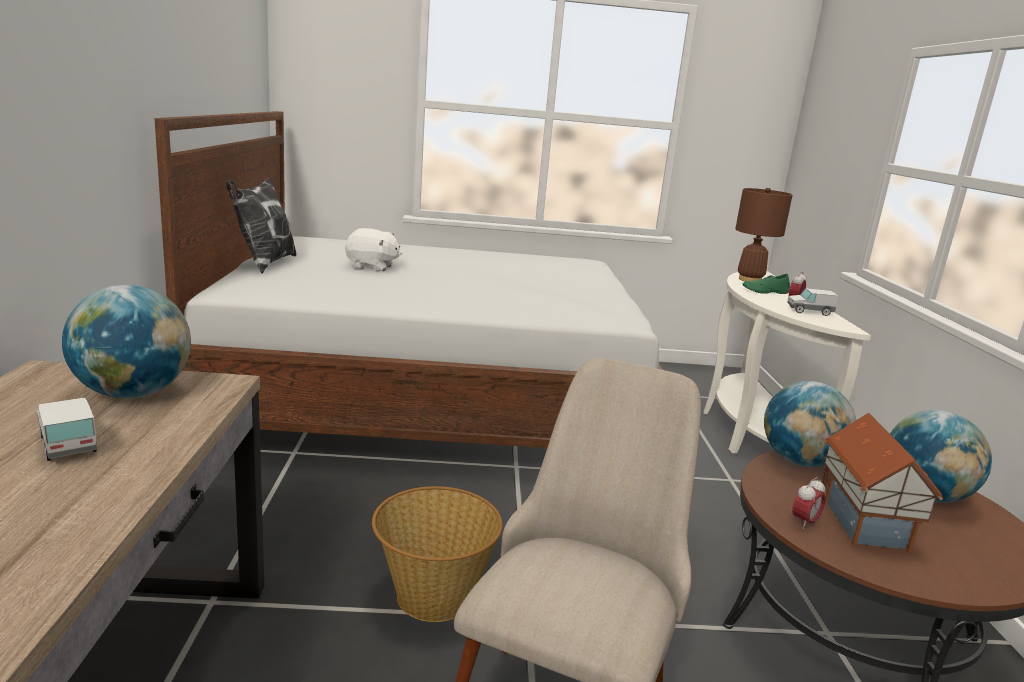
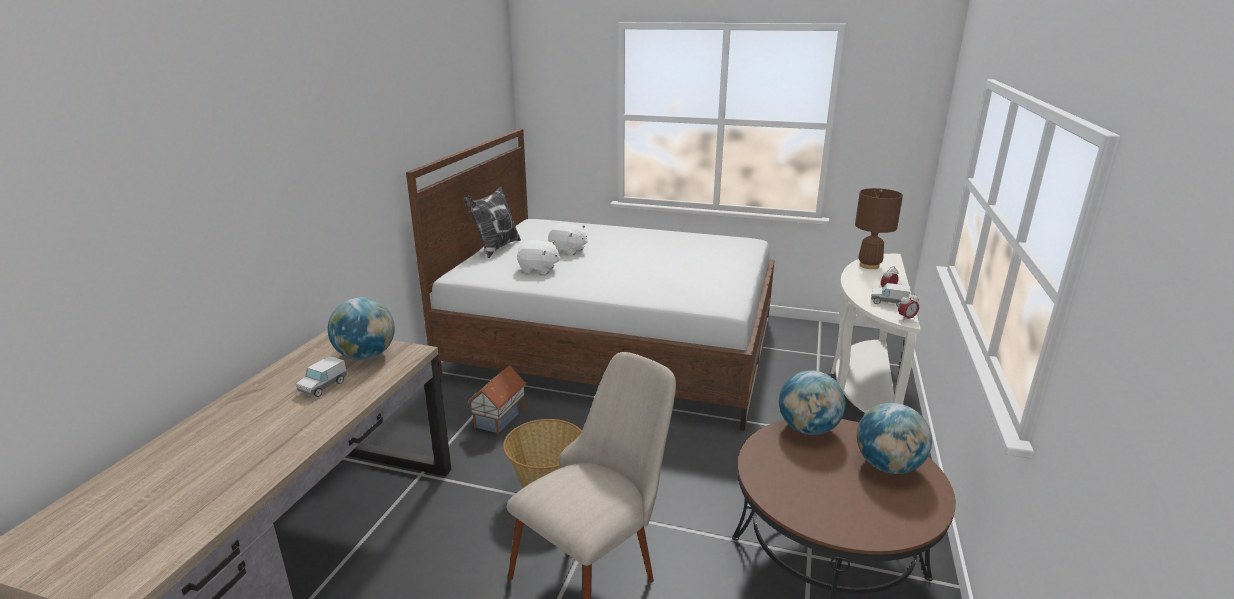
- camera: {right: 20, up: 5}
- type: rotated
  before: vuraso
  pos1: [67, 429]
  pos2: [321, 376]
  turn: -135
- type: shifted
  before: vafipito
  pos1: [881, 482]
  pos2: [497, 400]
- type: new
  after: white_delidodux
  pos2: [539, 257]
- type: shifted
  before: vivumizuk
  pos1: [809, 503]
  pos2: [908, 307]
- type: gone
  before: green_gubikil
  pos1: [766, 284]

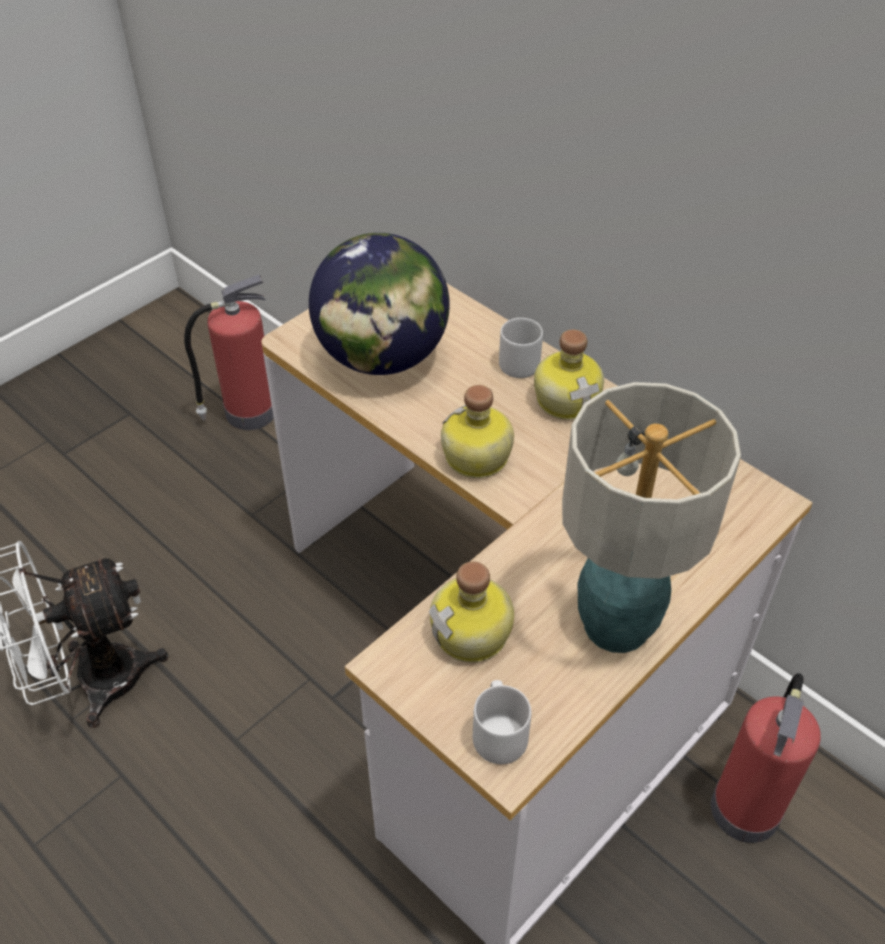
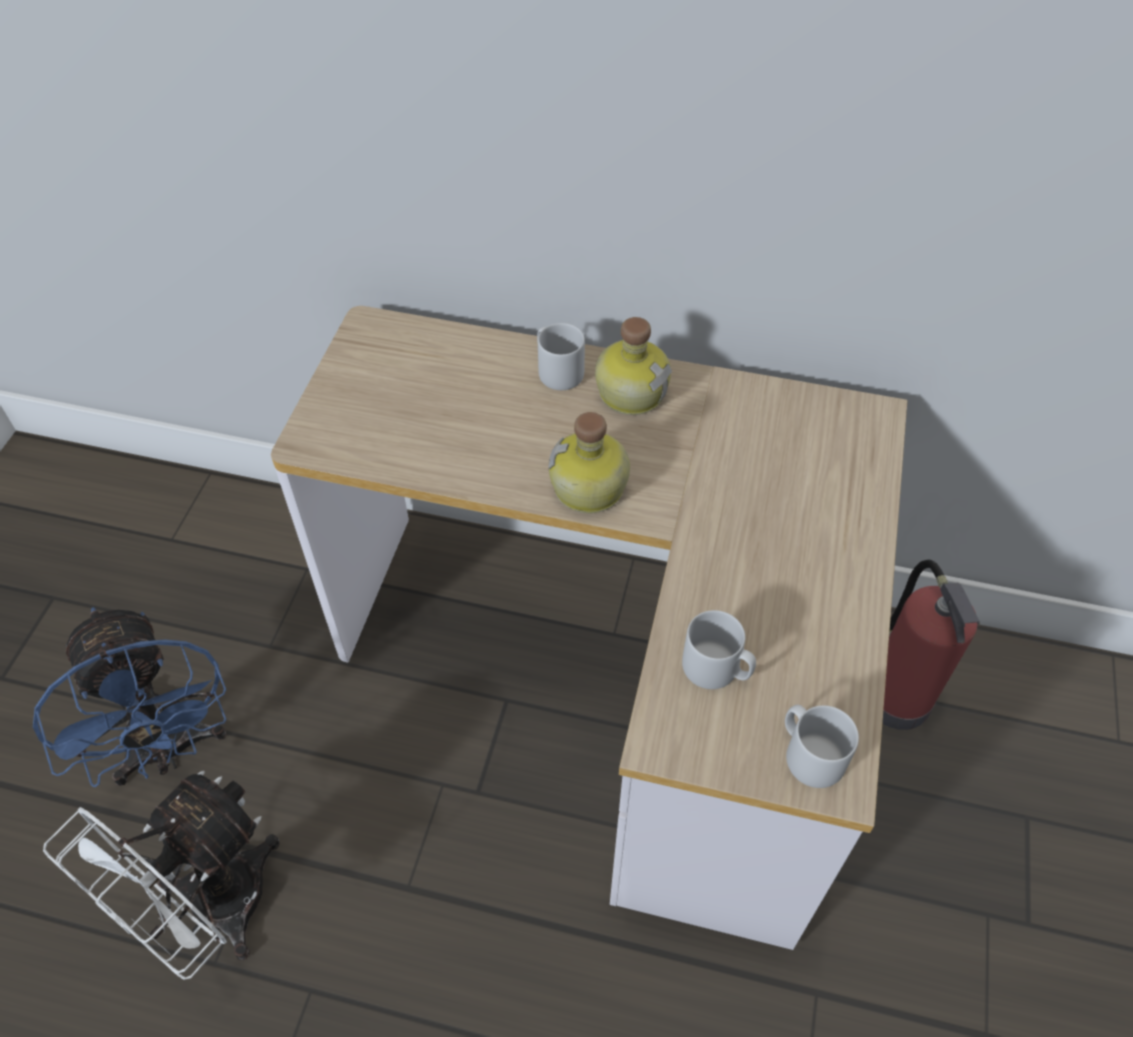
- camera: {right: -30, up: 5}
- type: new
  after: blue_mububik
  pos2: [130, 697]
- type: swapped
  before: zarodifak
  after: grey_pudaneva
  pos1: [471, 612]
  pos2: [719, 649]
- type: gone
  before: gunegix
  pos1: [229, 352]
- type: gone
  before: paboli
  pos1: [379, 304]
- type: gone
  before: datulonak
  pos1: [651, 517]

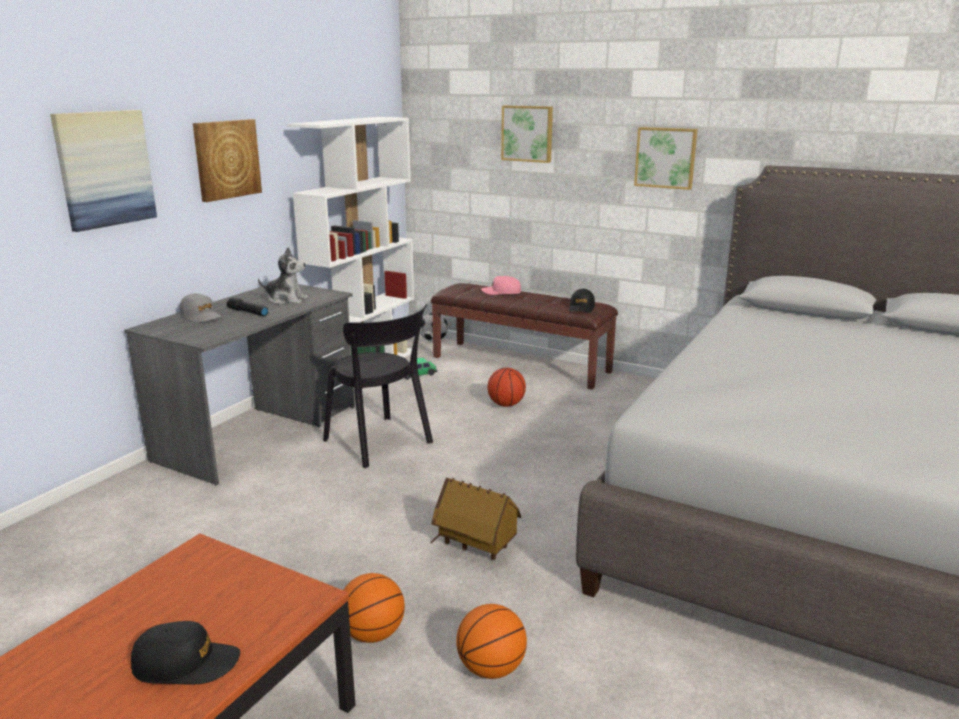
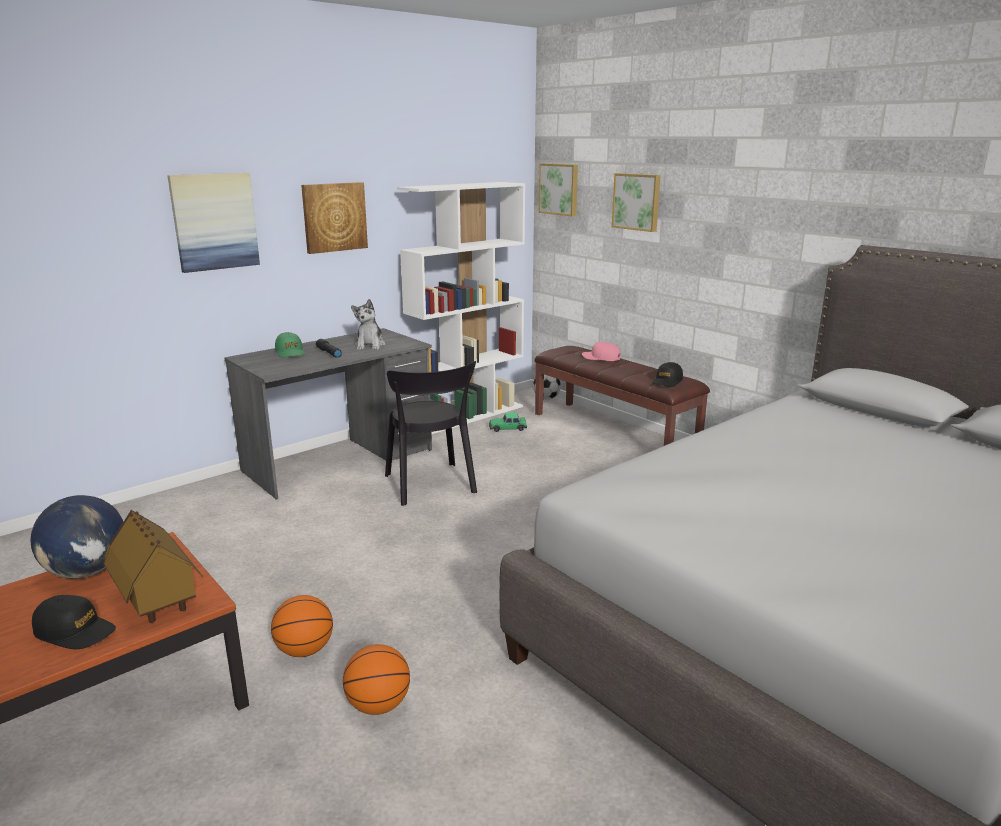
- camera: {right: 20, up: 0}
- type: new
  after: paboli
  pos2: [76, 537]
- type: shifted
  before: vafipito
  pos1: [476, 519]
  pos2: [153, 566]
- type: repainted
  before: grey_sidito
  after: green_sidito
  pos1: [201, 308]
  pos2: [290, 345]
- type: rotated
  before: delidodux
  pos1: [283, 276]
  pos2: [368, 324]
  turn: 60
- type: shifted
  before: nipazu
  pos1: [665, 158]
  pos2: [558, 189]
- type: gone
  before: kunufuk
  pos1: [507, 387]

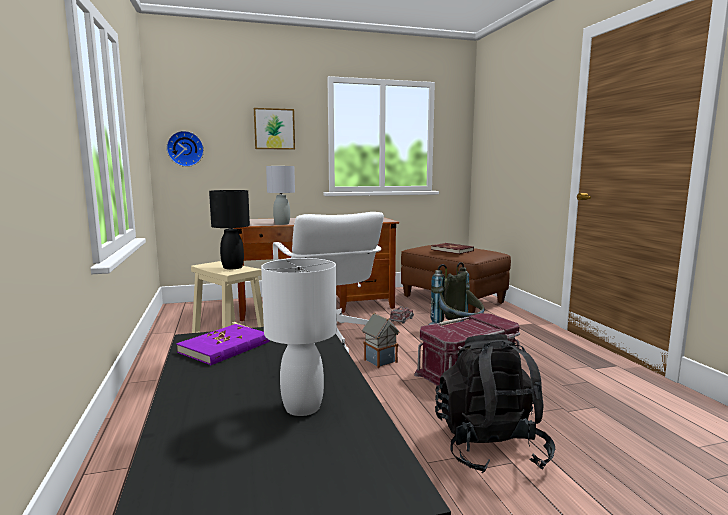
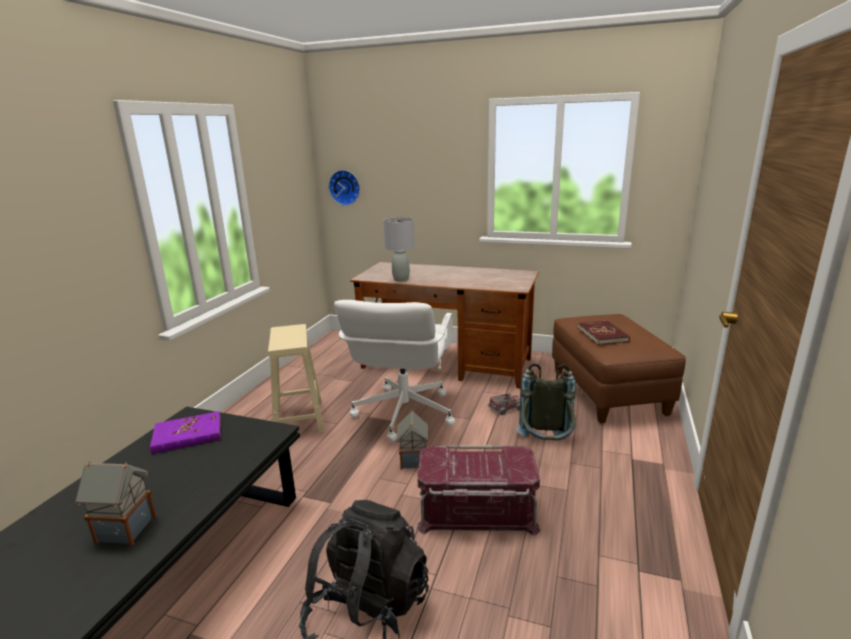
- camera: {right: 35, up: 10}
- type: swapped
  before: white_datulonak
  after: vafipito
  pos1: [299, 337]
  pos2: [116, 503]
- type: gone
  before: black_datulonak
  pos1: [229, 229]
- type: gone
  before: nipazu
  pos1: [274, 129]

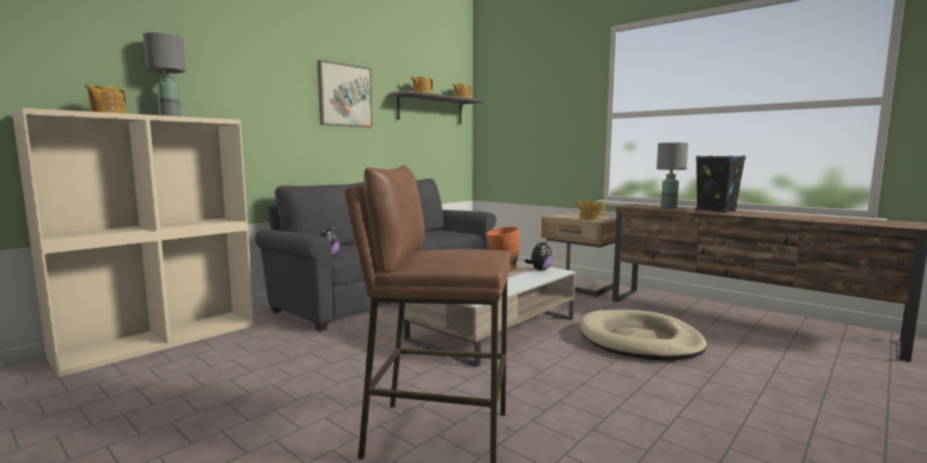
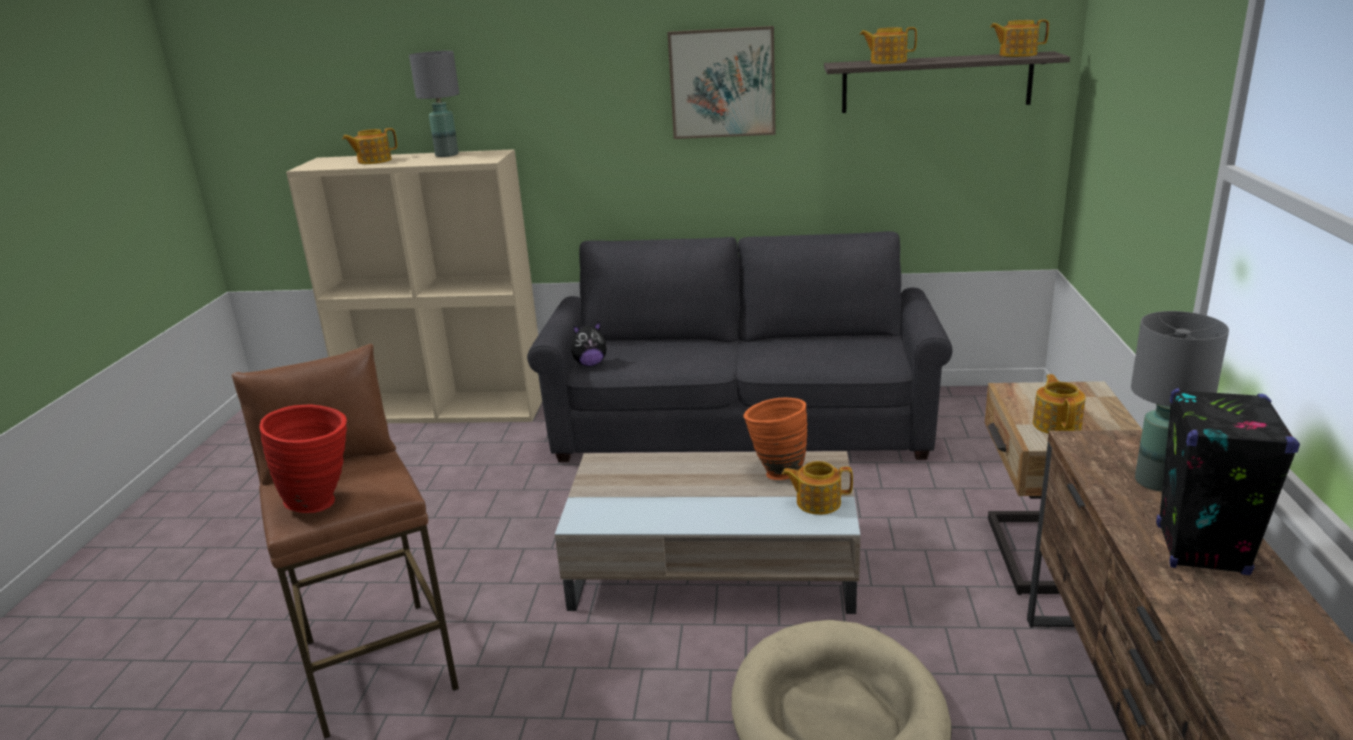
- camera: {right: 55, up: 15}
- type: new
  after: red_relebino
  pos2: [303, 458]
- type: swapped
  before: delidodux
  after: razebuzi
  pos1: [539, 255]
  pos2: [817, 488]

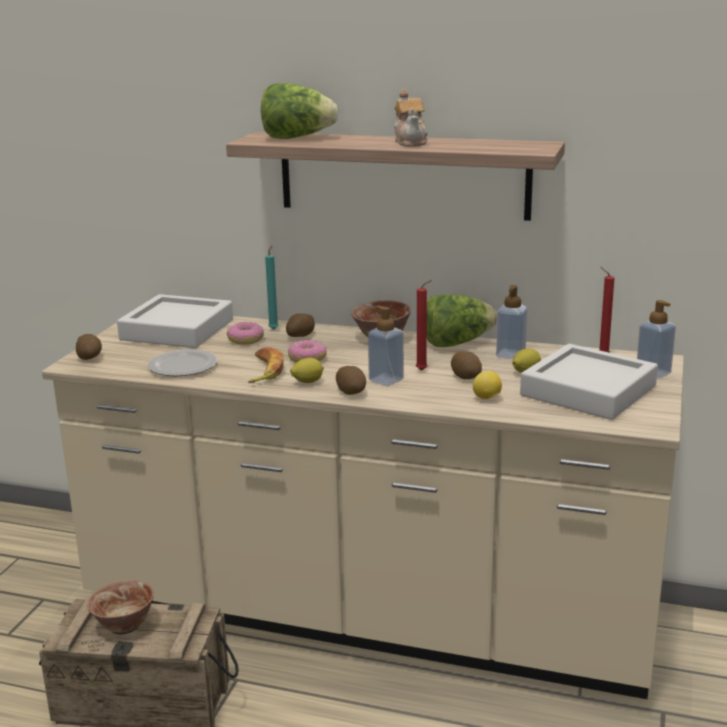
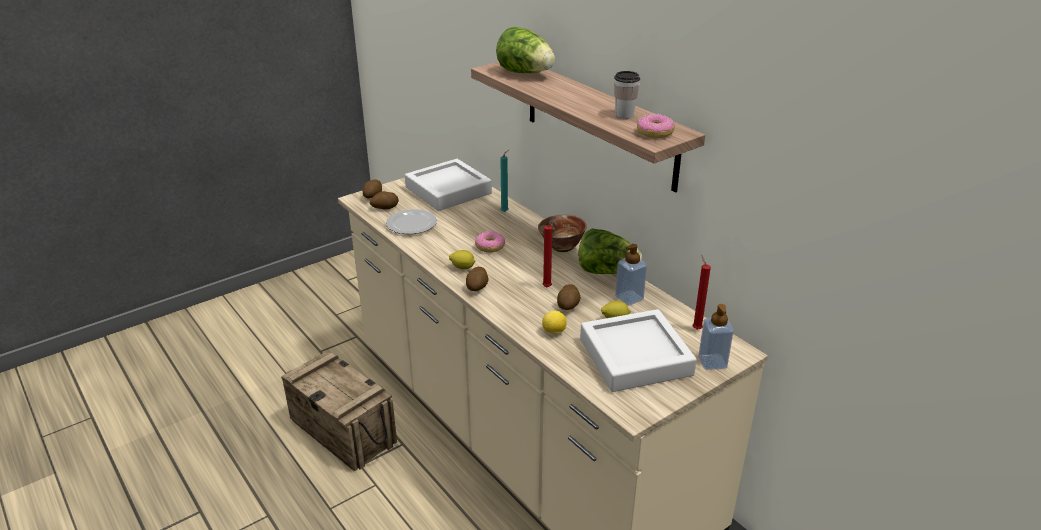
- camera: {right: 35, up: 10}
- type: shifted
  before: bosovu
  pos1: [300, 325]
  pos2: [384, 200]
- type: new
  after: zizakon
  pos2: [627, 95]
- type: shifted
  before: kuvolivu
  pos1: [245, 333]
  pos2: [656, 126]
- type: gone
  before: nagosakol
  pos1: [120, 607]
- type: gone
  before: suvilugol
  pos1: [266, 365]
- type: gone
  before: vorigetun
  pos1: [386, 346]
- type: gone
  before: razebuzi
  pos1: [411, 118]

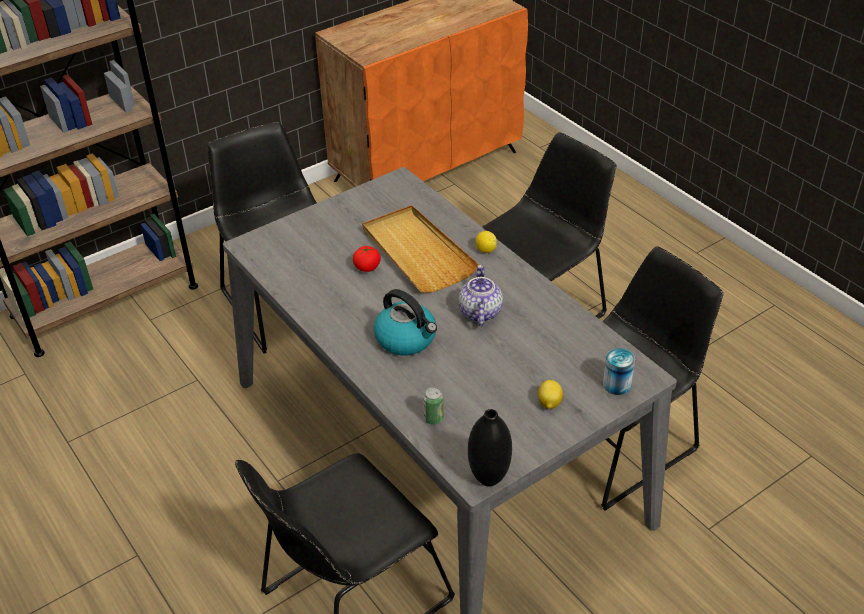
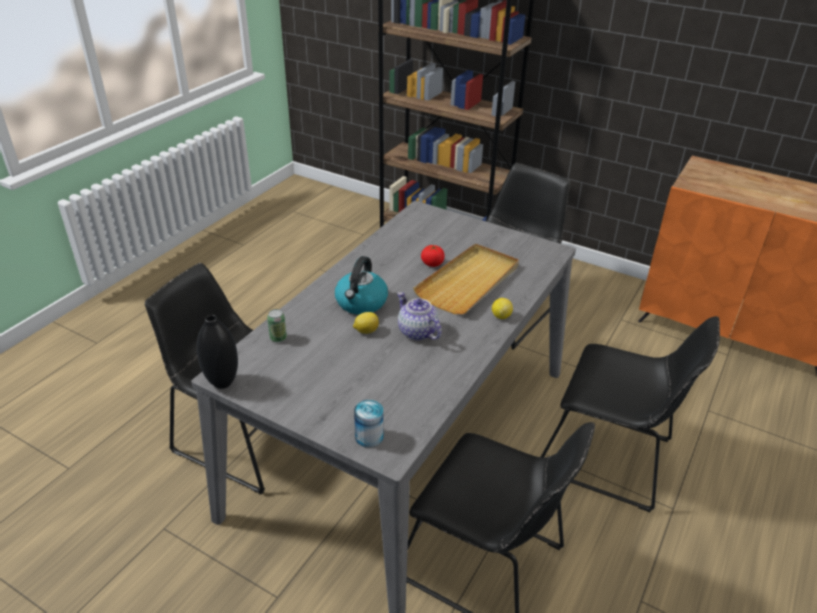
- camera: {right: 65, up: -5}
- type: shifted
  before: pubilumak
  pos1: [550, 394]
  pos2: [366, 323]
- type: rotated
  before: razebuzi
  pos1: [480, 295]
  pos2: [419, 316]
  turn: -105

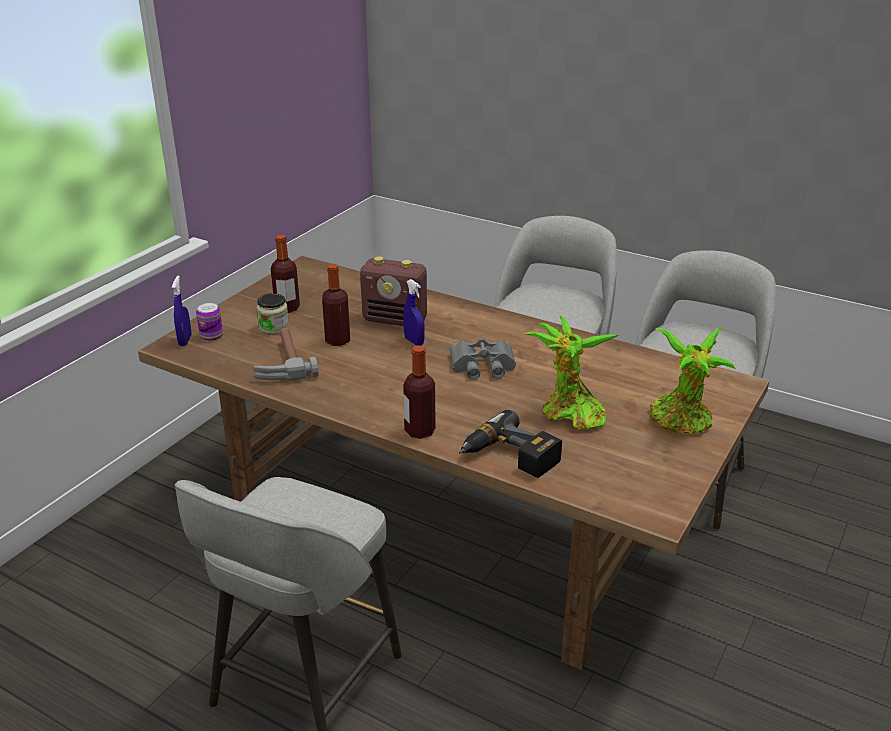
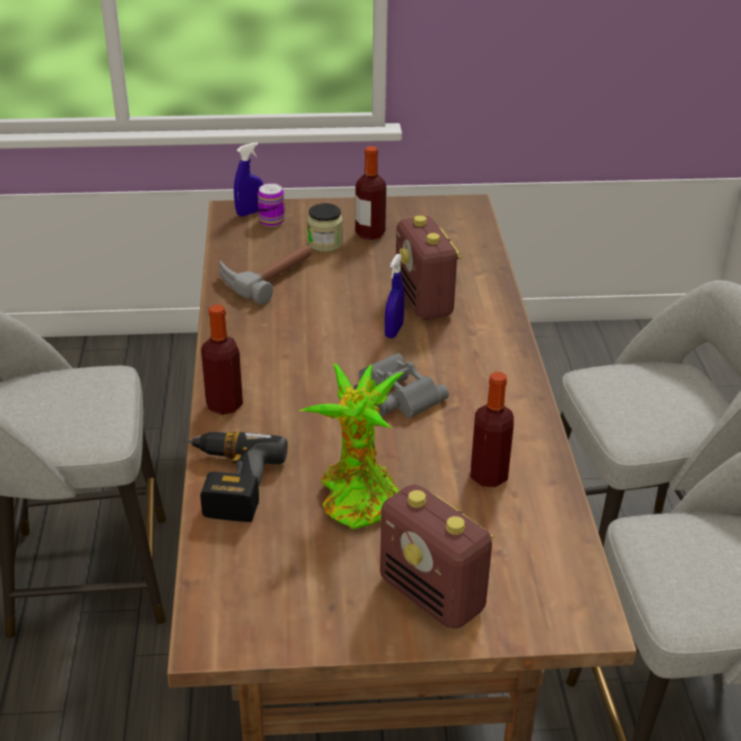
- camera: {right: 55, up: 5}
- type: swapped
  before: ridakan
  after: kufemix
  pos1: [692, 381]
  pos2: [437, 556]
- type: shifted
  before: zarodifak
  pos1: [336, 305]
  pos2: [492, 429]

